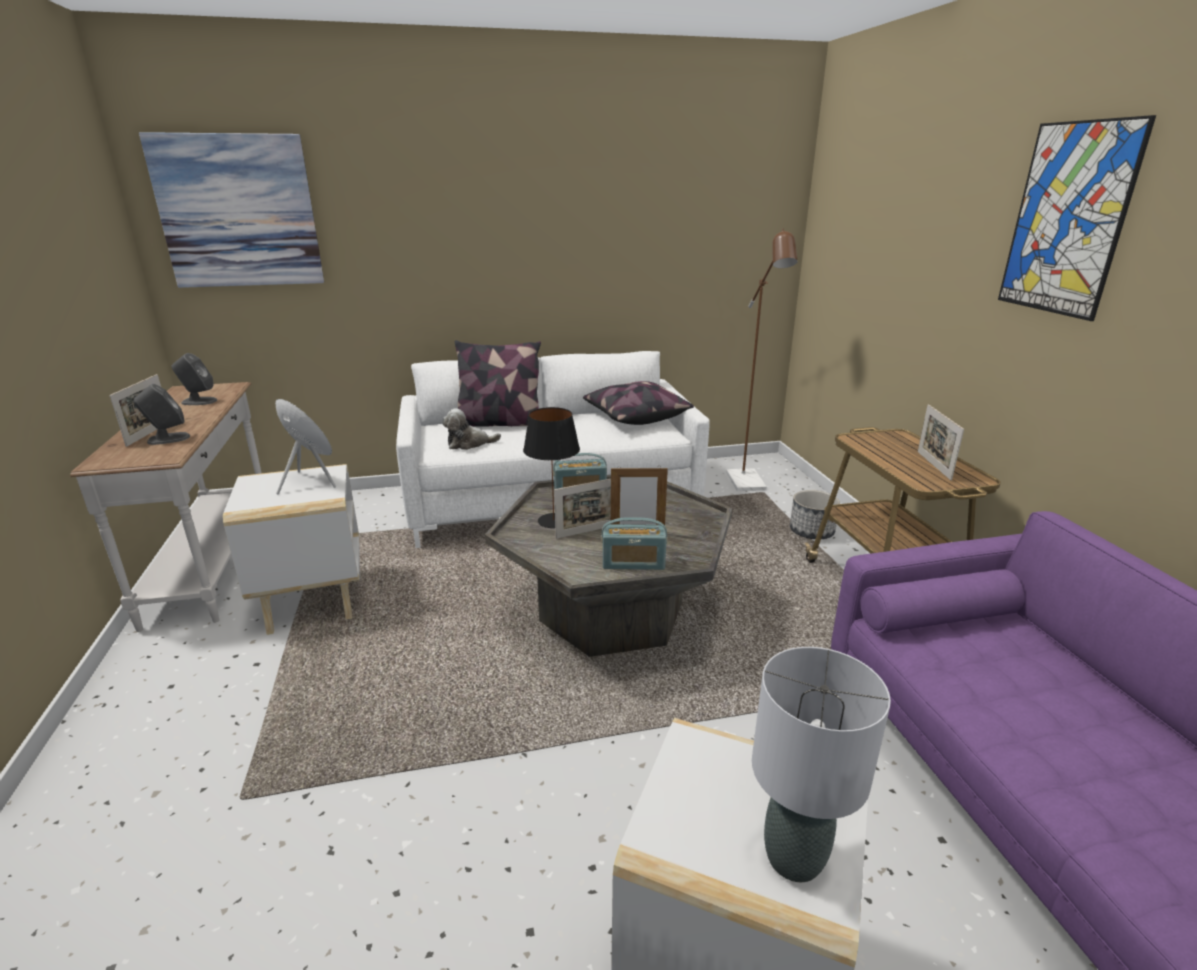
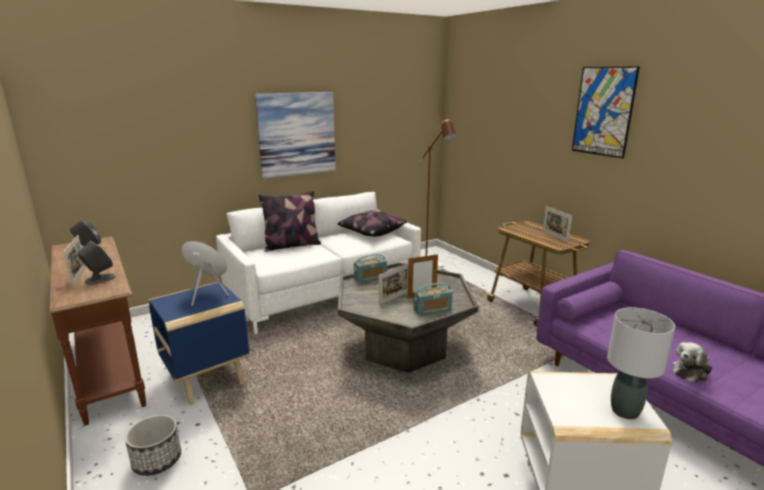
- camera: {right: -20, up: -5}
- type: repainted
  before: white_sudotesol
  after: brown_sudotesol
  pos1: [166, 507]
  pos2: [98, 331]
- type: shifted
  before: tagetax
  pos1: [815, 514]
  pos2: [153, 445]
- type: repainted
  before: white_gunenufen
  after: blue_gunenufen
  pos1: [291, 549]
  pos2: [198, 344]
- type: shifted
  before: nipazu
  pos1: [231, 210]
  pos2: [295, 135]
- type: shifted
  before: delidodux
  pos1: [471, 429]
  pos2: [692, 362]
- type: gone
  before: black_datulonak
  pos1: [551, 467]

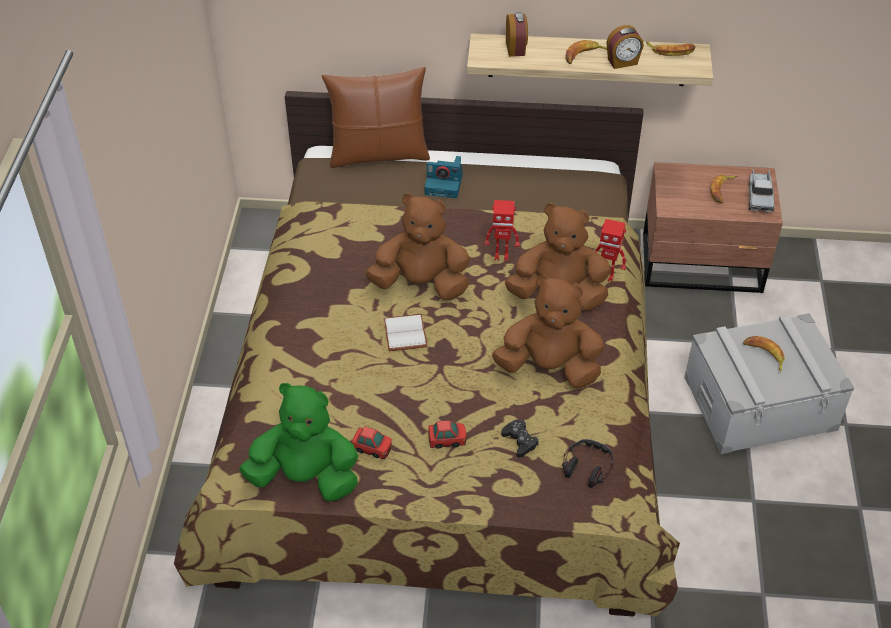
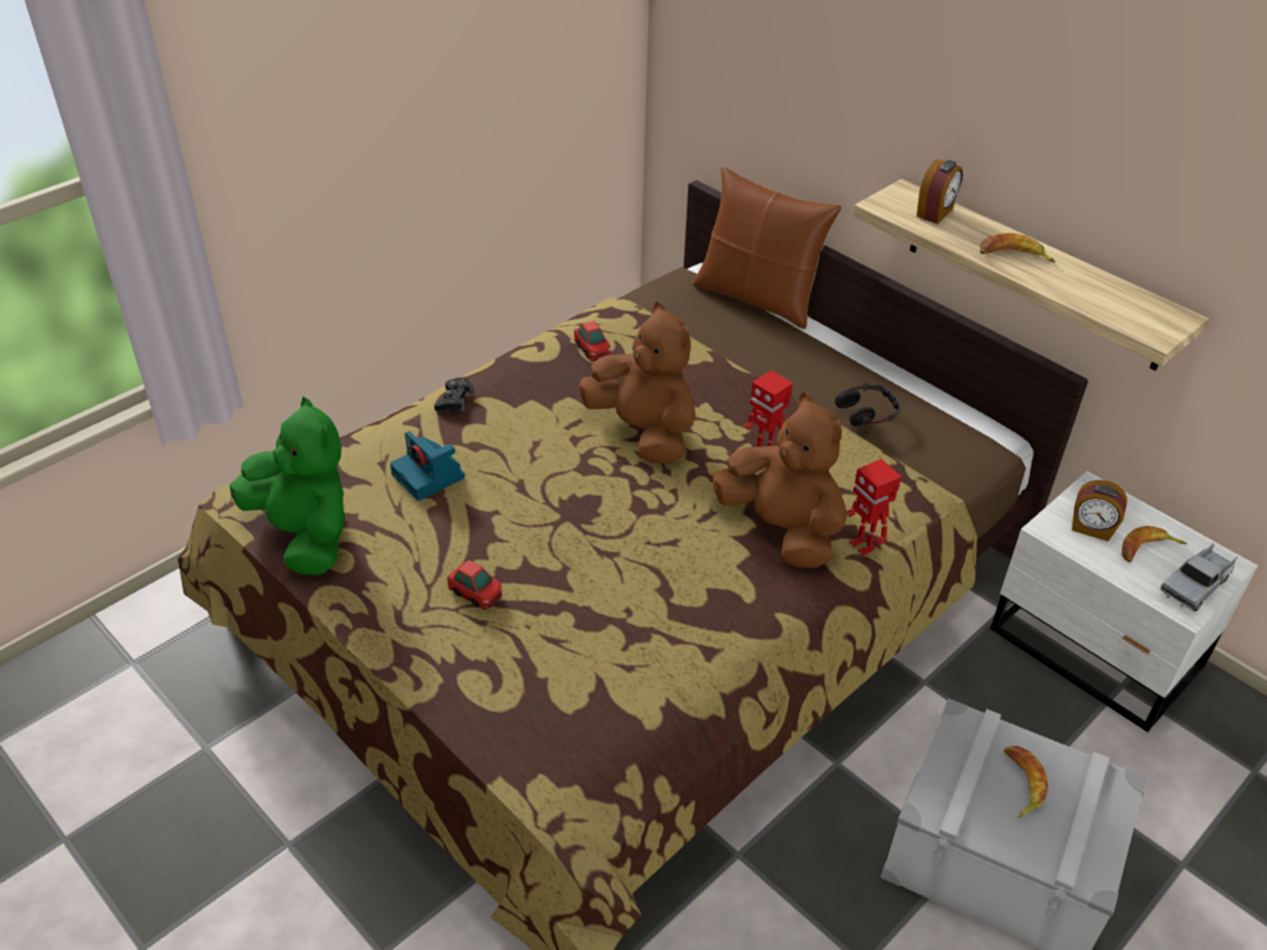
- camera: {right: 40, up: -5}
- type: shifted
  before: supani
  pos1: [444, 177]
  pos2: [427, 466]
- type: shifted
  before: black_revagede
  pos1: [520, 439]
  pos2: [453, 395]
- type: shifted
  before: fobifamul
  pos1: [371, 442]
  pos2: [592, 341]
- type: shifted
  before: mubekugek
  pos1: [588, 463]
  pos2: [868, 404]
- type: repainted
  before: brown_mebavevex
  after: white_mebavevex
  pos1: [713, 227]
  pos2: [1124, 601]
- type: shifted
  before: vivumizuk
  pos1: [625, 47]
  pos2: [1099, 510]
- type: gone
  before: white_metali
  pos1: [405, 332]
- type: gone
  before: brown_delidodux
  pos1: [548, 331]
- type: gone
  before: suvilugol
  pos1: [671, 48]

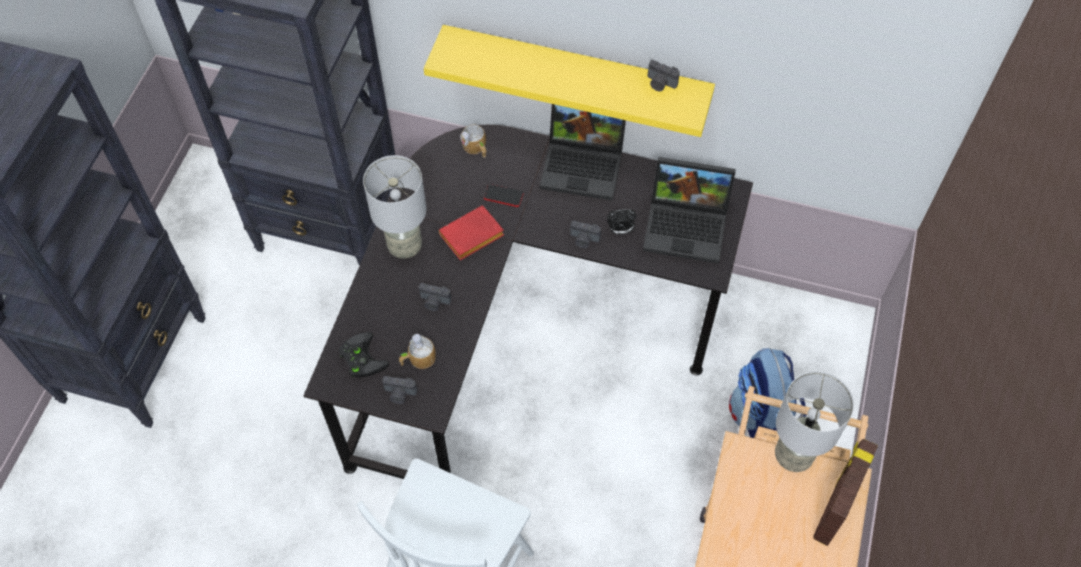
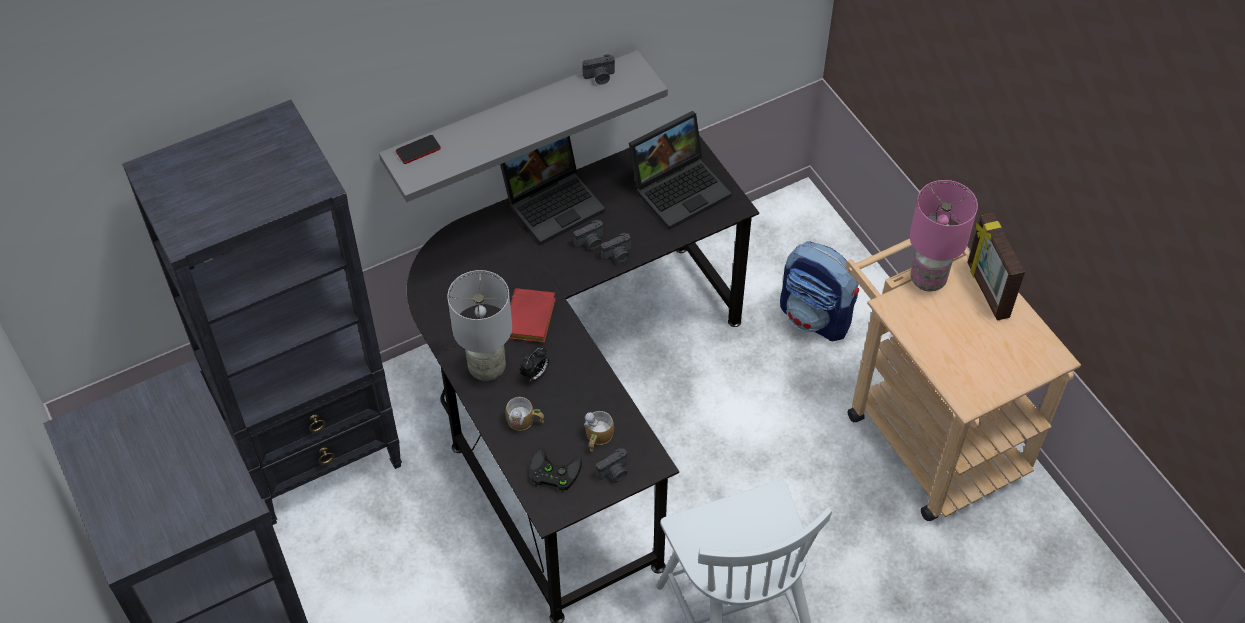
- camera: {right: -45, up: -5}
- type: repainted
  before: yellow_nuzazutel
  after: grey_nuzazutel
  pos1: [569, 81]
  pos2: [523, 126]
- type: shifted
  before: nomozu
  pos1: [504, 195]
  pos2: [418, 149]
- type: shifted
  before: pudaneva
  pos1: [473, 141]
  pos2: [524, 414]
- type: shifted
  before: vivumizuk
  pos1: [622, 222]
  pos2: [534, 364]
- type: shifted
  before: supani
  pos1: [435, 297]
  pos2: [588, 235]
- type: repainted
  before: grey_datulonak
  after: pink_datulonak
  pos1: [814, 421]
  pos2: [943, 236]

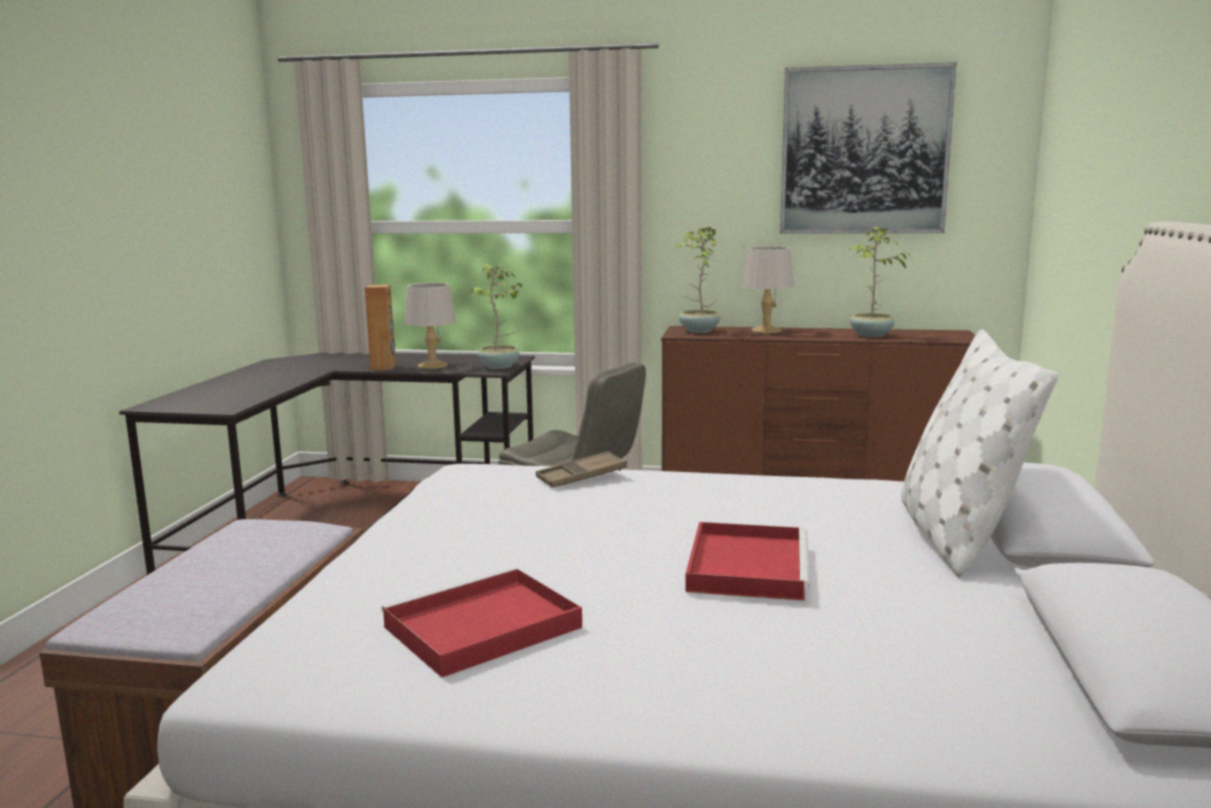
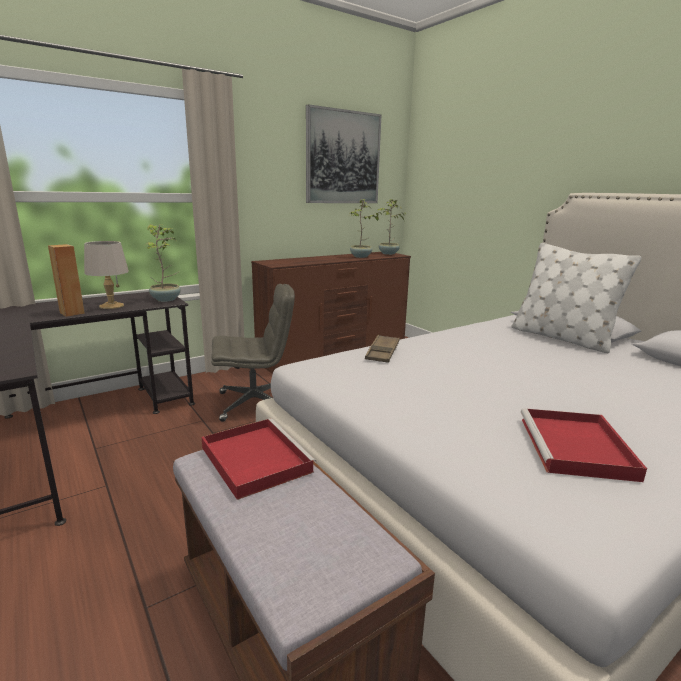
- camera: {right: -45, up: 5}
- type: shifted
  before: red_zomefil
  pos1: [747, 561]
  pos2: [259, 459]
- type: shifted
  before: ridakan
  pos1: [697, 280]
  pos2: [392, 227]
- type: gone
  before: grey_datulonak
  pos1: [768, 289]

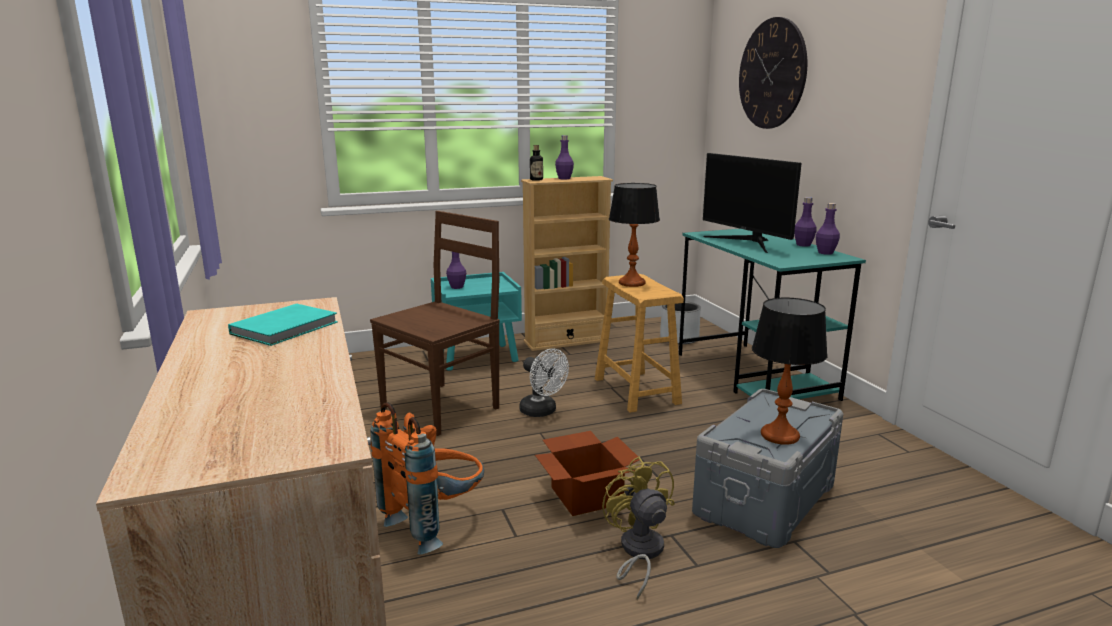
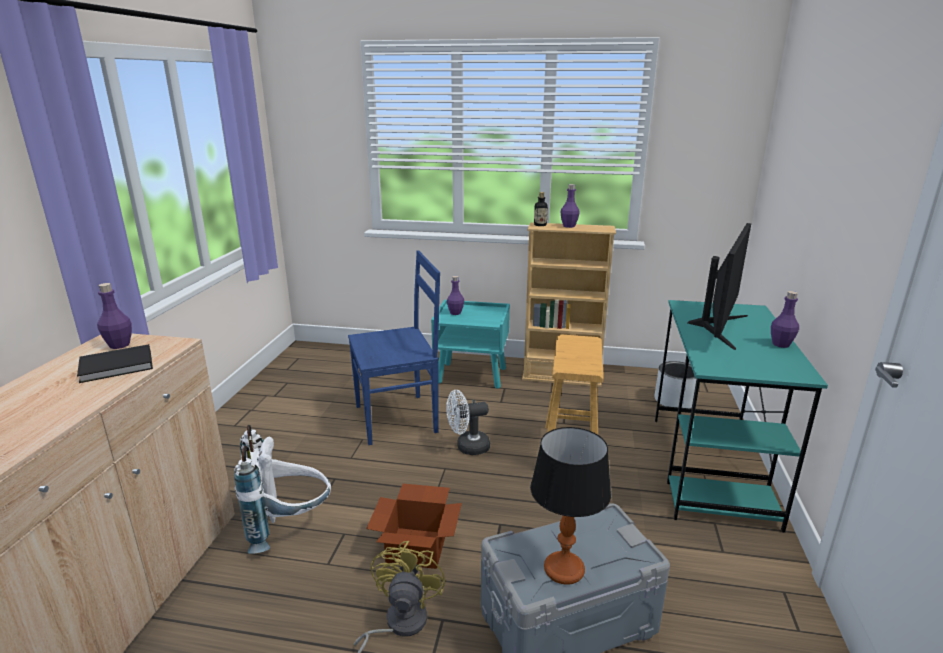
- camera: {right: 30, up: 5}
- type: repainted
  before: turquoise_metali
  after: black_metali
  pos1: [283, 325]
  pos2: [115, 363]
- type: shifted
  before: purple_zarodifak
  pos1: [828, 229]
  pos2: [114, 316]
- type: repainted
  before: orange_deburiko
  after: white_deburiko
  pos1: [427, 478]
  pos2: [282, 489]
- type: repainted
  before: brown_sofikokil
  after: blue_sofikokil
  pos1: [435, 323]
  pos2: [394, 347]
- type: rotated
  before: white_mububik
  pos1: [544, 382]
  pos2: [468, 422]
  turn: 90
- type: rotated
  before: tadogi
  pos1: [752, 203]
  pos2: [719, 286]
  turn: -150
- type: gone
  before: datulonak
  pos1: [634, 235]
- type: gone
  before: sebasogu
  pos1: [773, 73]

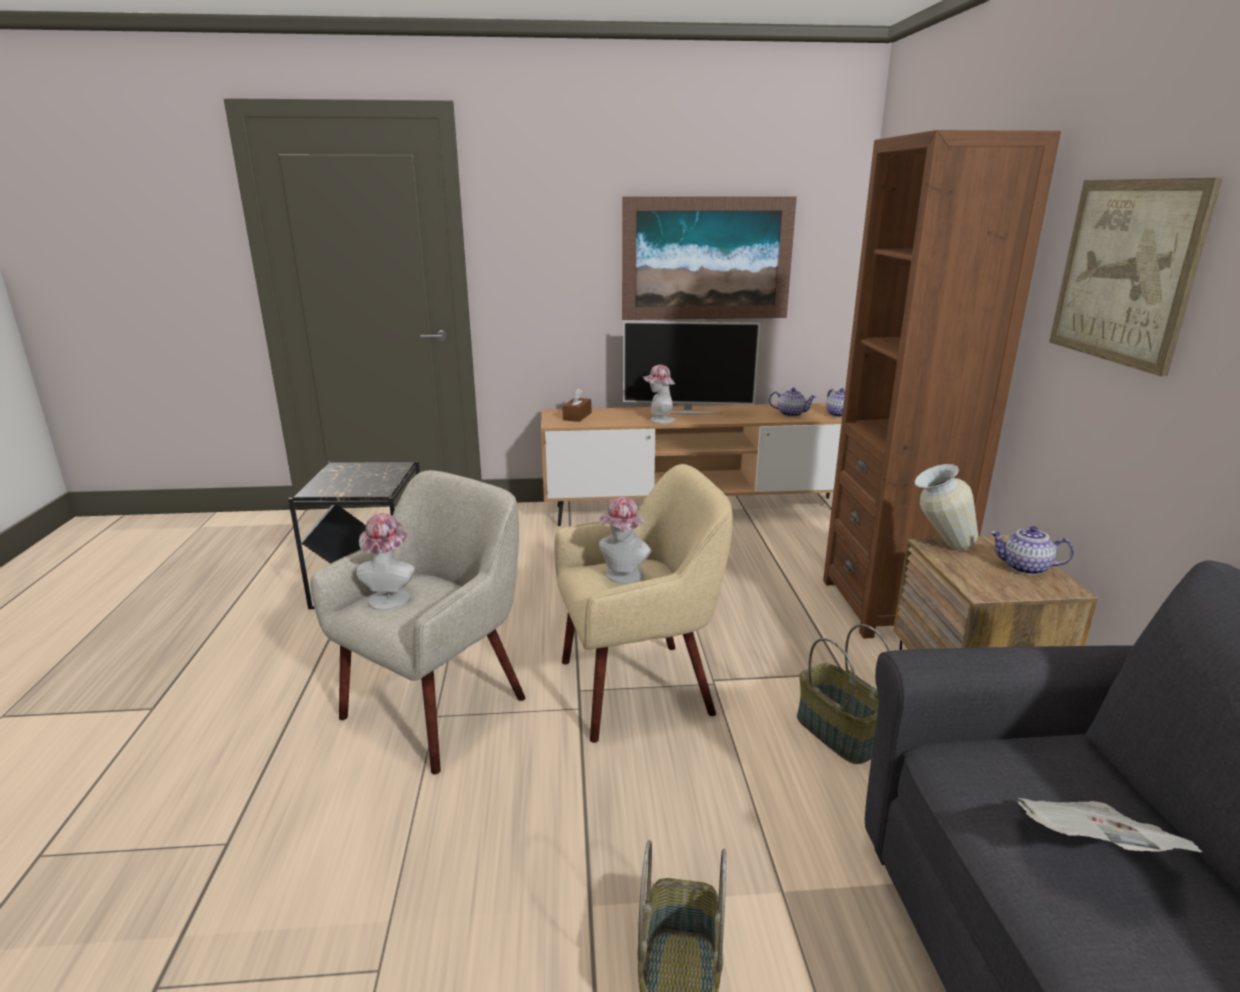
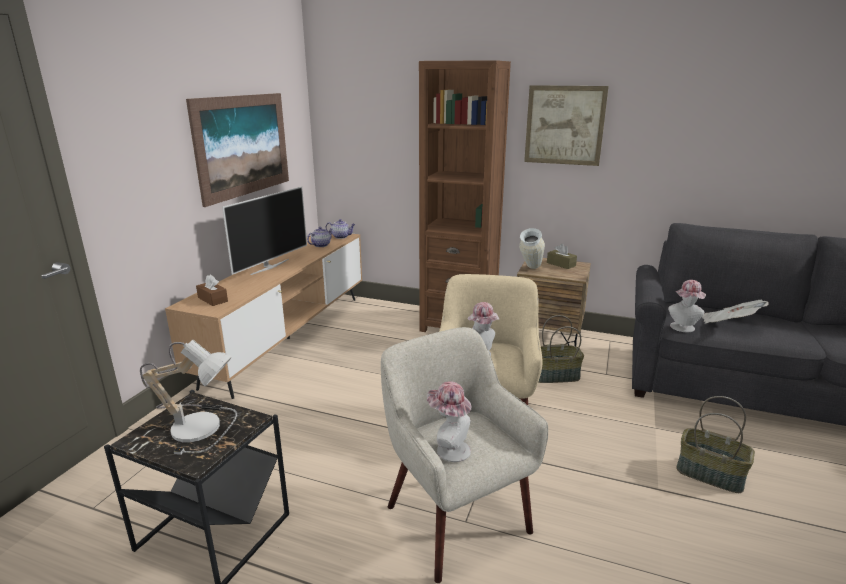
- camera: {right: -65, up: 0}
- type: new
  after: datulonak
  pos2: [188, 397]
- type: swapped
  before: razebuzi
  after: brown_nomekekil
  pos1: [1032, 550]
  pos2: [562, 256]
- type: shifted
  before: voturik
  pos1: [659, 394]
  pos2: [687, 306]

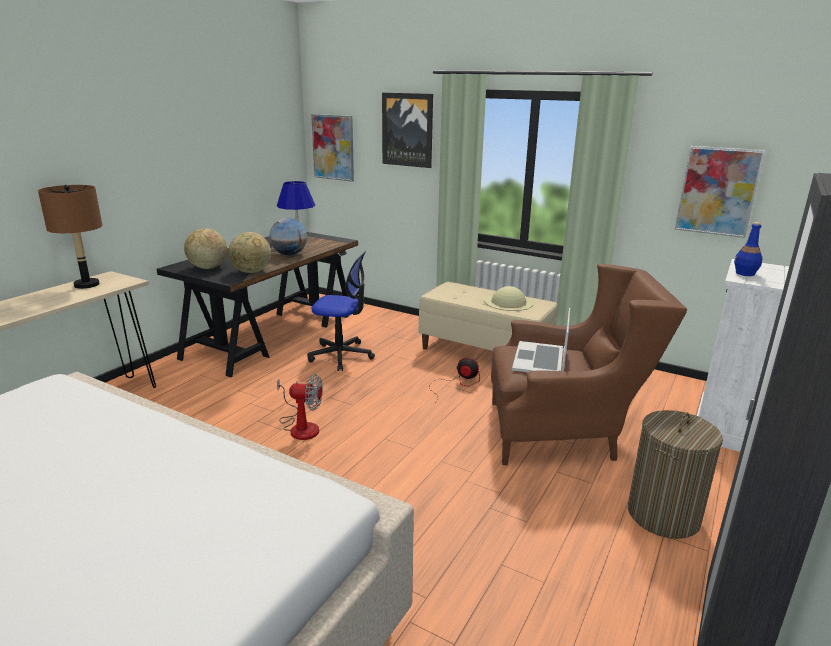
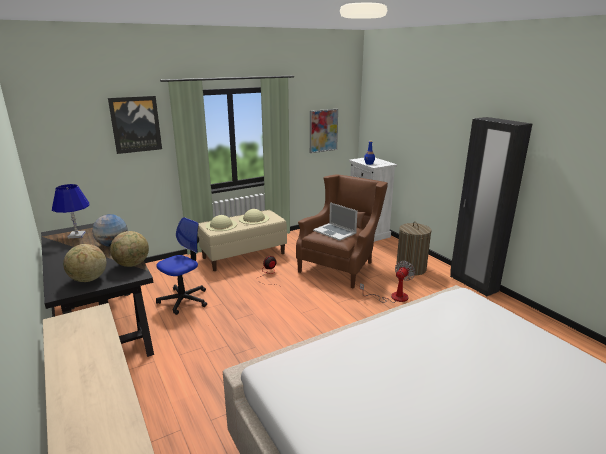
- camera: {right: -60, up: 0}
- type: new
  after: beige_voturik
  pos2: [221, 223]
- type: shifted
  before: mububik
  pos1: [300, 407]
  pos2: [387, 282]
- type: gone
  before: brown_datulonak
  pos1: [70, 237]
- type: gone
  before: nipazu
  pos1: [332, 148]

